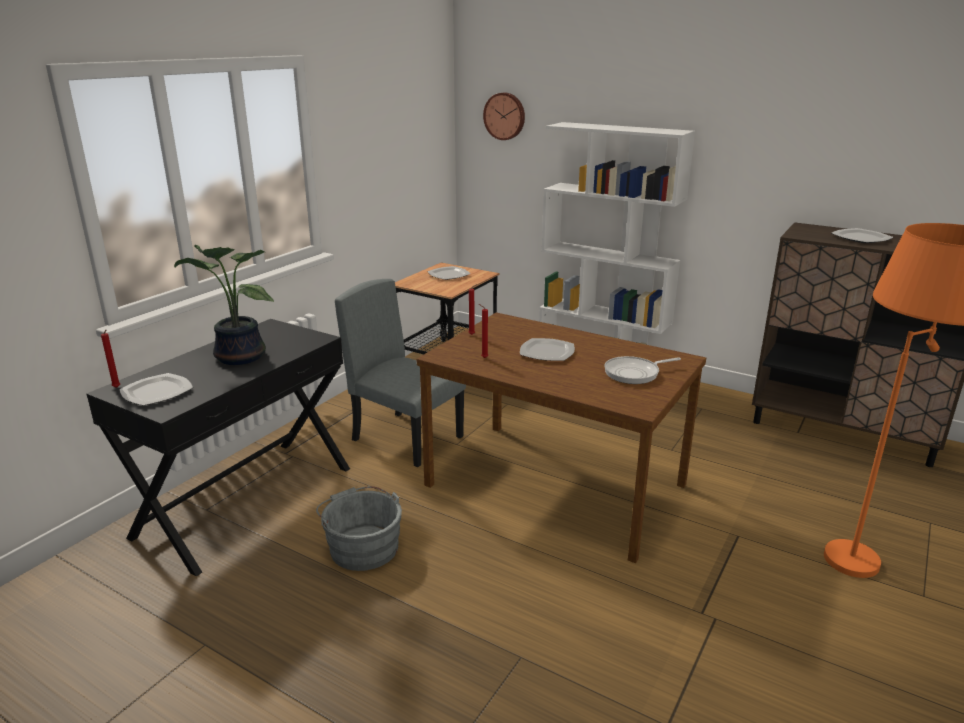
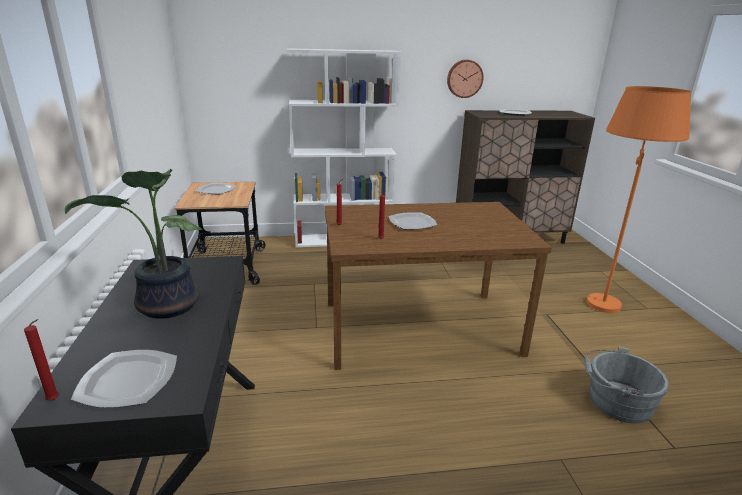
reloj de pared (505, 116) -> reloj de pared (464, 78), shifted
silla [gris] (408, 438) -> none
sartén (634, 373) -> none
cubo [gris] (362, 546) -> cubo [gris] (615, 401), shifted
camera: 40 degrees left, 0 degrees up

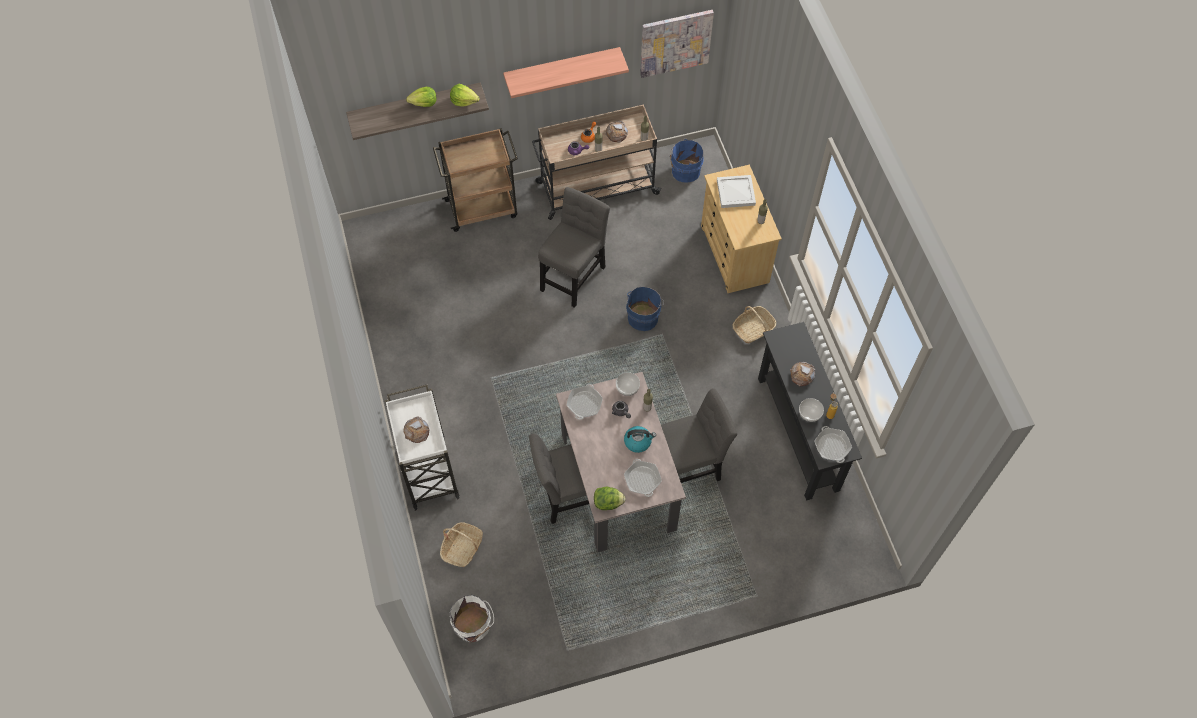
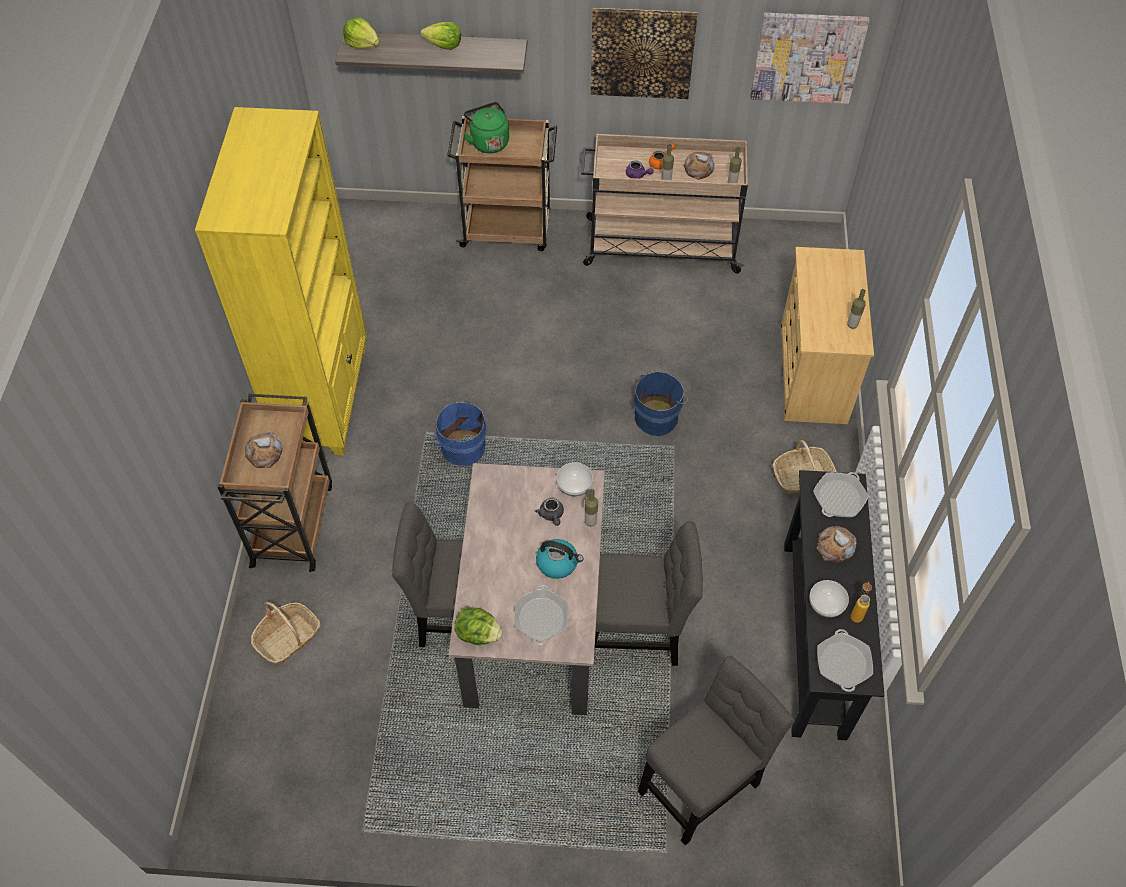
estante (562, 69) -> cuadro (642, 52)
lechuga (464, 101) -> lechuga (362, 43), shifted
cubo [azul] (684, 171) -> cubo [azul] (461, 447), shifted
bandeja [blanco] (736, 193) -> none
silla [gris] (574, 275) -> silla [gris] (703, 782), shifted
sartén (584, 404) -> sartén (839, 498), shifted
carrito [blanco] (428, 470) -> carrito [marrón] (293, 522)
cubo [blanco] (473, 626) -> none
none -> hervidor [verde] (488, 141)
none -> estantería [amarillo] (324, 396)
camera: 20 degrees right, 5 degrees down

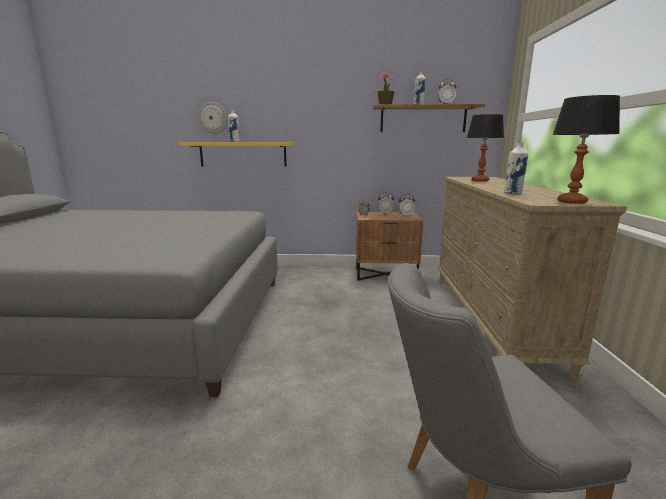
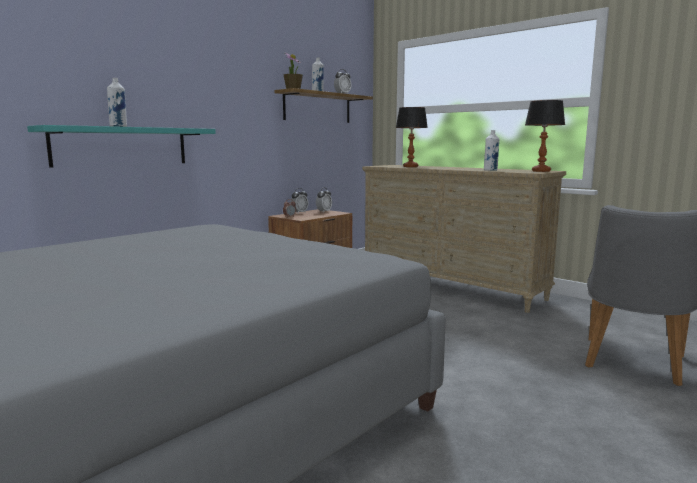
reloj de pared (213, 118) -> none
estante [amarillo] (243, 154) -> estante [turquesa] (121, 146)
camera: 50 degrees left, 5 degrees down

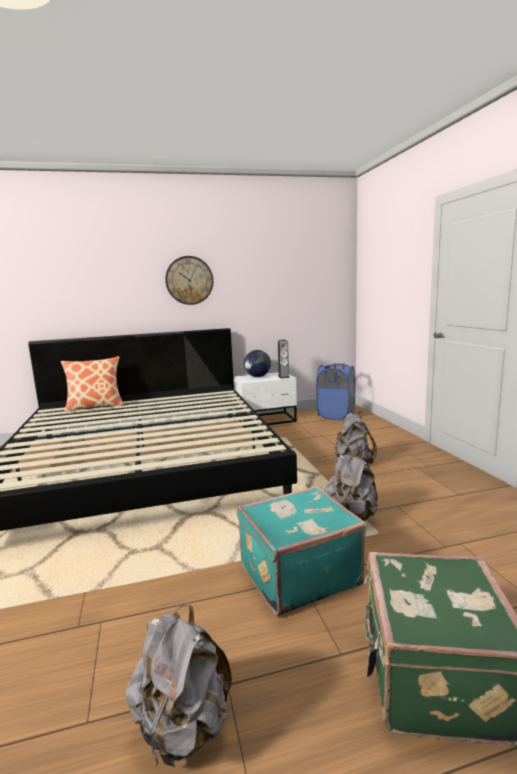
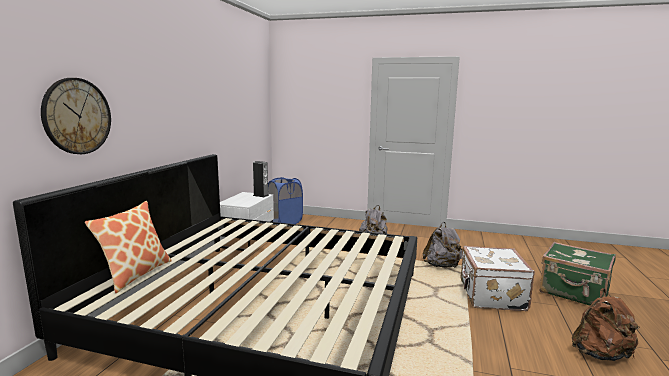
reloj de pared (189, 280) -> reloj de pared (77, 116), shifted
globo terráqueo (258, 376) -> none
maleta [turquesa] (297, 574) -> maleta [blanco] (490, 296)
mochila [gris] (183, 728) -> mochila [marrón] (600, 354)
camera: 60 degrees left, 0 degrees up

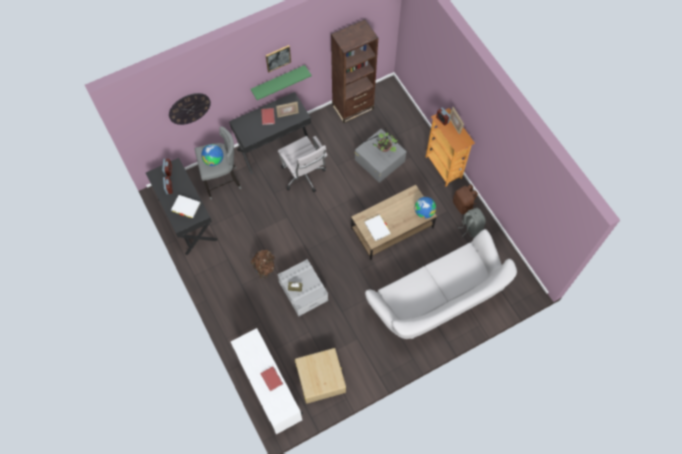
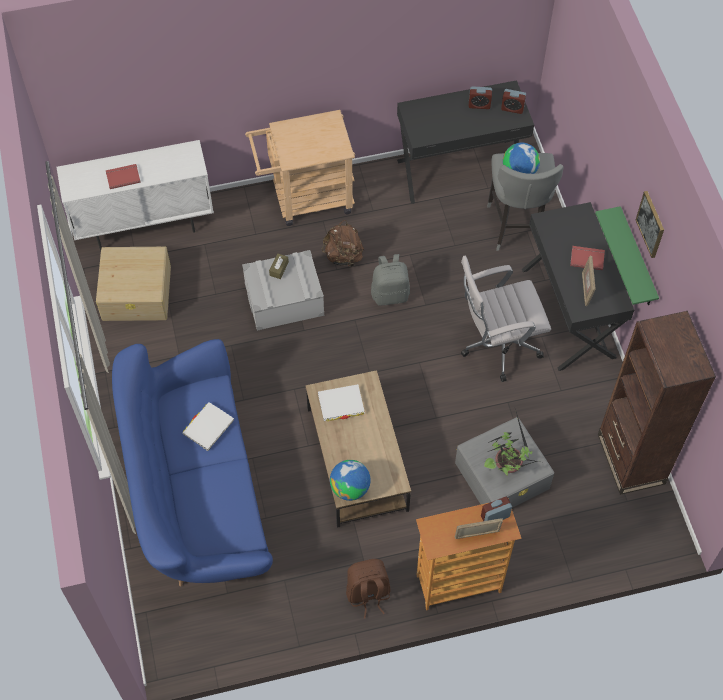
reloj de pared (189, 108) -> none
libro [blanco] (186, 207) -> libro [blanco] (208, 427), shifted
mochila [gris] (470, 228) -> mochila [gris] (390, 294), shifted
sofá [blanco] (437, 301) -> sofá [azul] (197, 492)
none -> carrito [beis] (305, 199)
camera: 105 degrees right, 5 degrees down

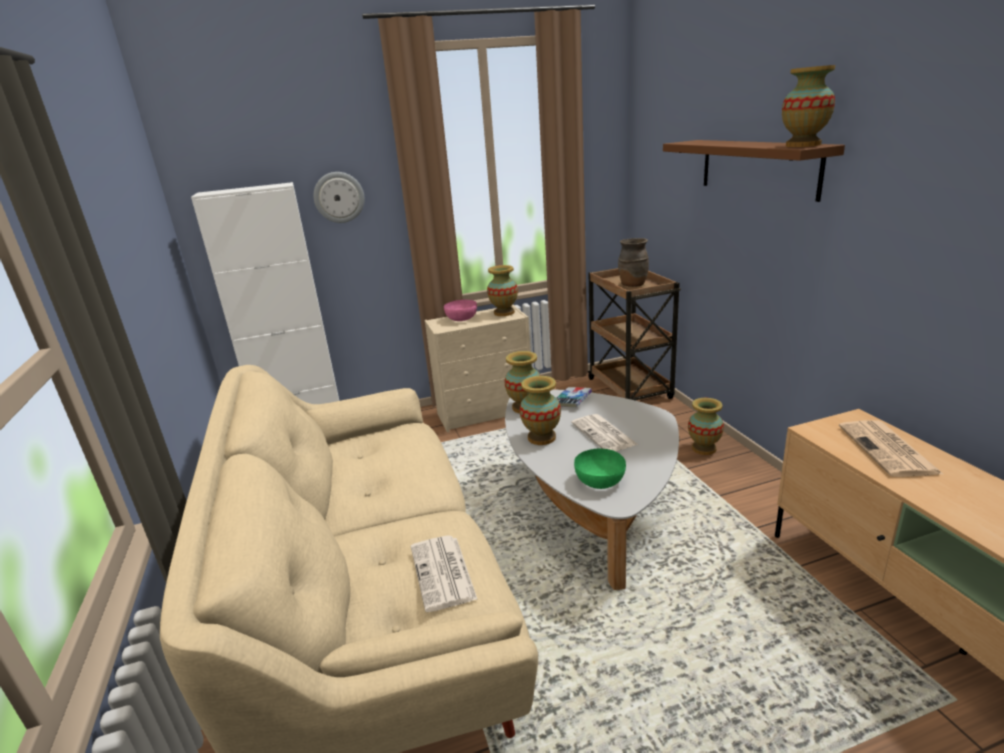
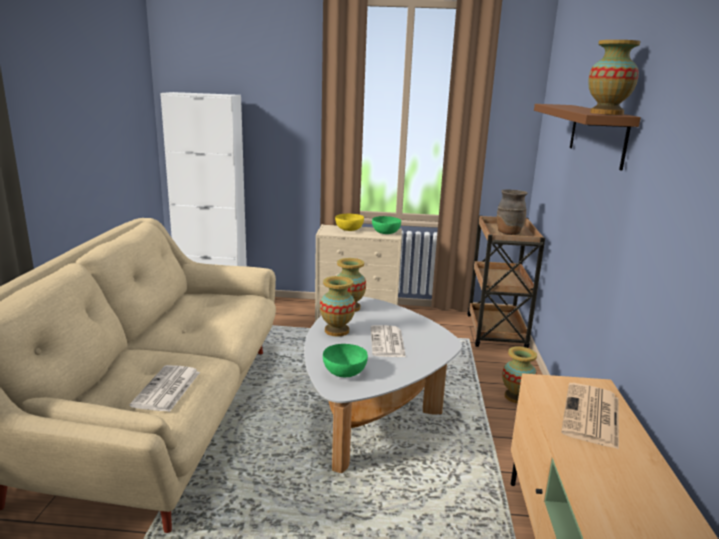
reloj de pared (339, 197) -> none
florero (504, 313) -> cuenco [verde] (386, 232)
cuenco [rosa] (462, 319) -> cuenco [amarillo] (349, 229)
libro (572, 401) -> none
camera: 20 degrees right, 5 degrees down

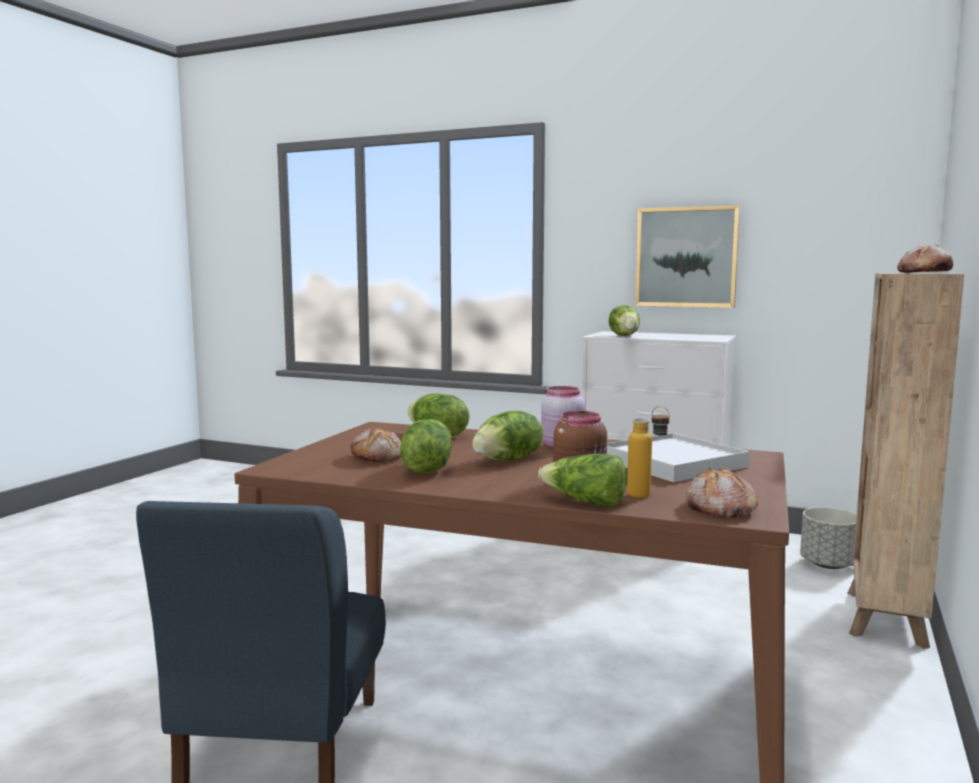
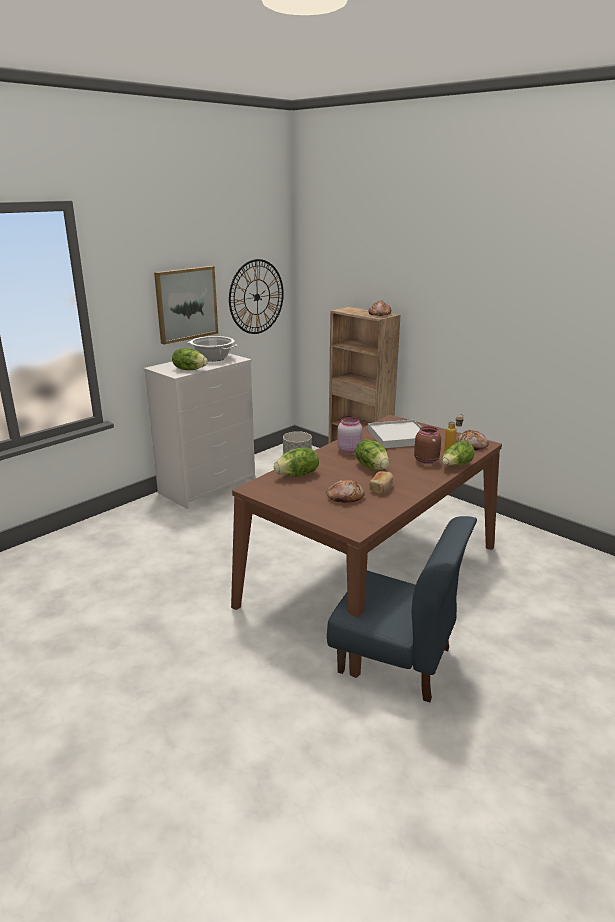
lechuga (426, 469) -> pan (381, 488)
none -> reloj de pared (256, 297)
none -> olla (213, 358)
camera: 70 degrees left, 15 degrees up

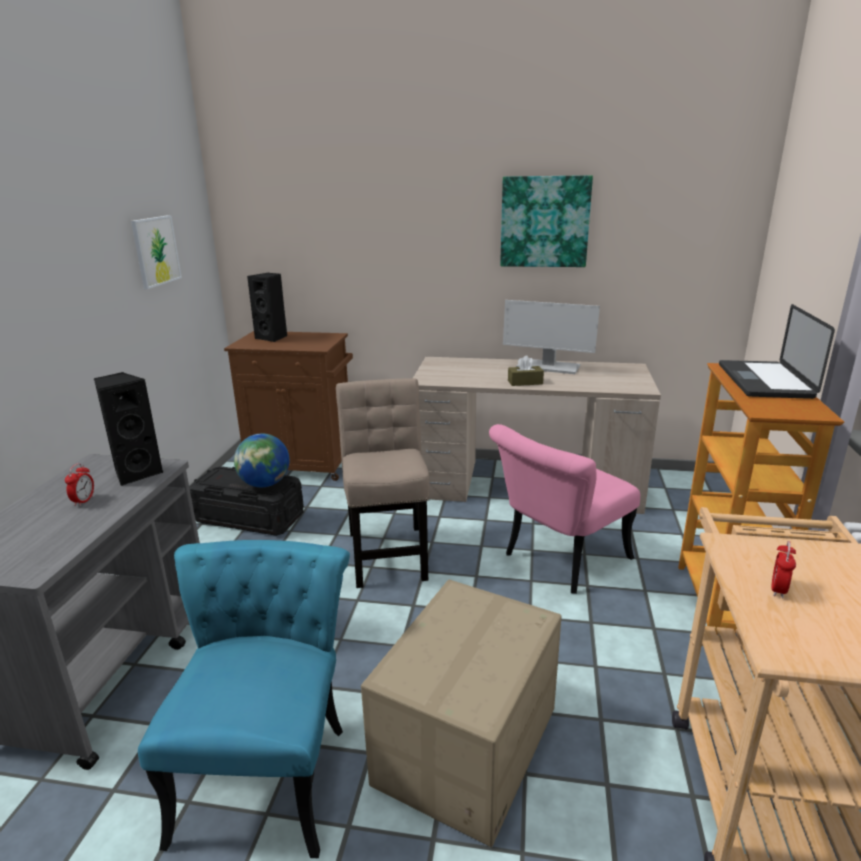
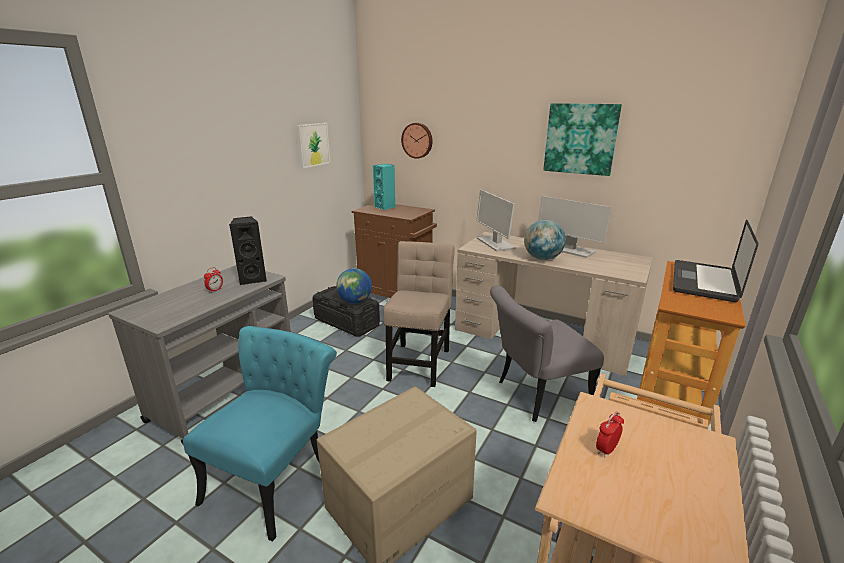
altavoz [negro] (272, 337) -> altavoz [turquesa] (385, 207)
caja de pañuelos [marrón] (525, 382) -> globo terráqueo (542, 258)
silla [rosa] (558, 561) -> silla [gris] (535, 395)
none -> reloj de pared (417, 140)
none -> monitor (494, 243)
camera: 20 degrees right, 0 degrees up

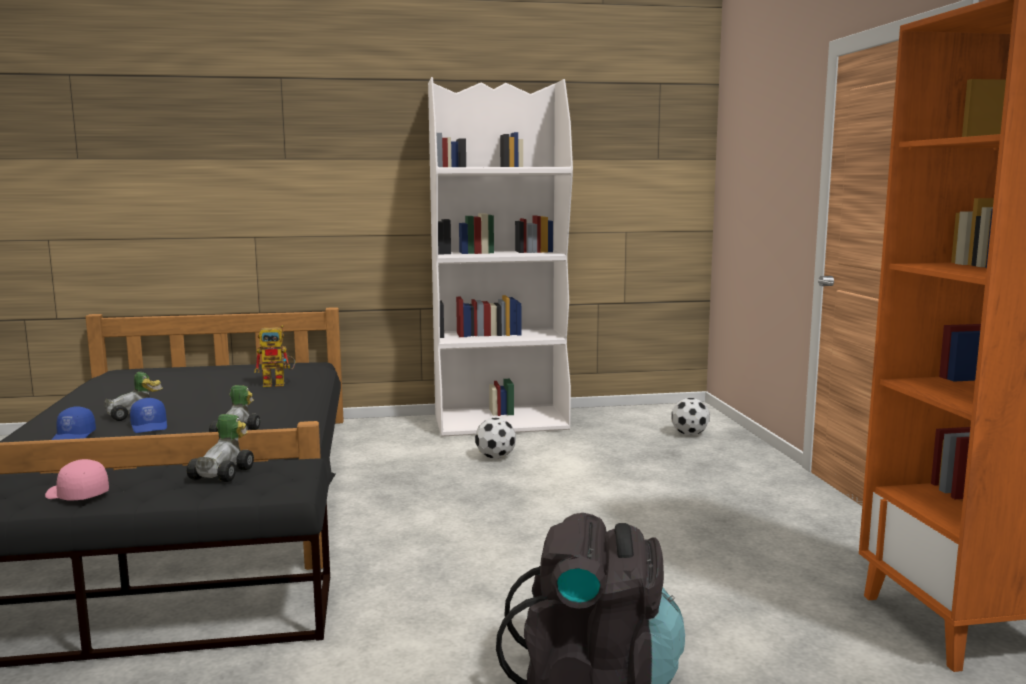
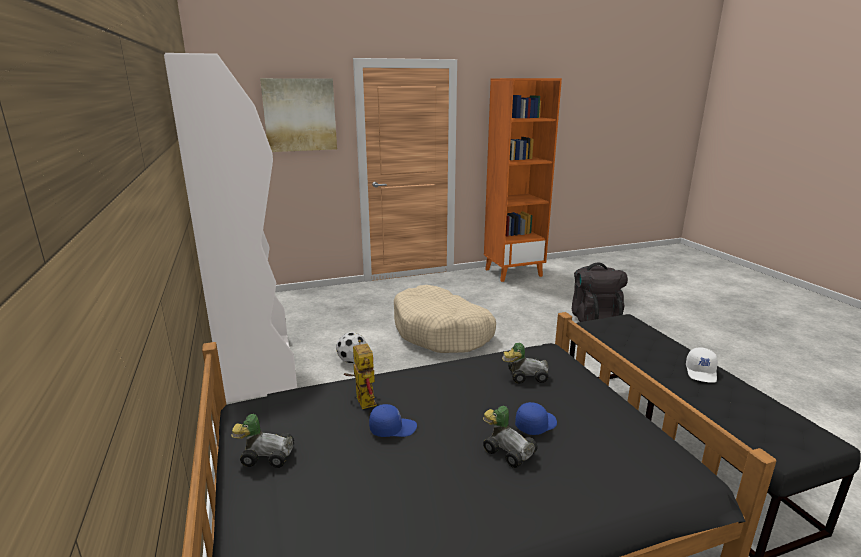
balón de fútbol (690, 434) -> none
gorra [azul] (73, 437) -> gorra [azul] (392, 428), shifted
coche de juguete (225, 473) -> coche de juguete (266, 455), shifted
gorra [rosa] (76, 495) -> gorra [blanco] (701, 372)
none -> cuadro (299, 115)
none -> cama para perro [beis] (442, 332)
camera: 100 degrees left, 10 degrees up

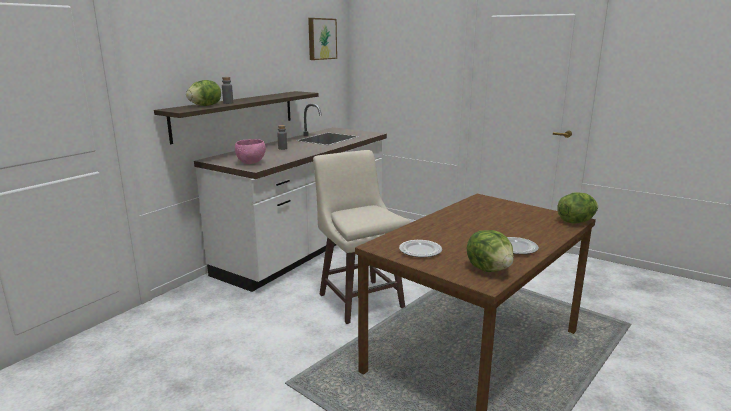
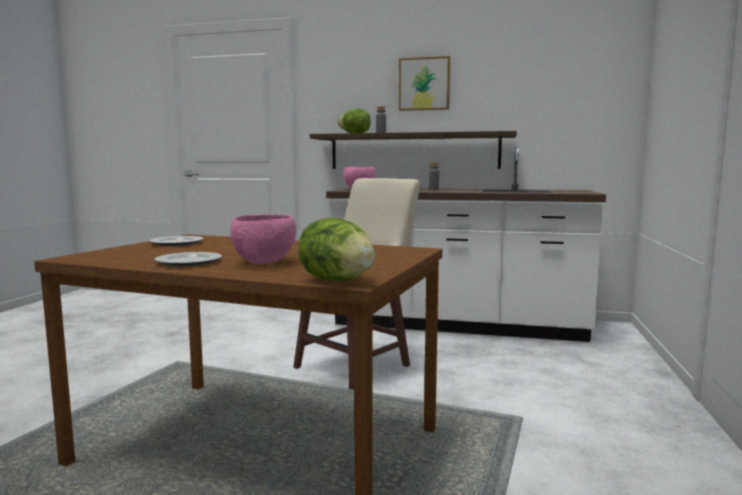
cuadro (321, 39) -> cuadro (424, 84), shifted
lechuga (489, 269) -> none
none -> cuenco [rosa] (265, 262)
camera: 70 degrees right, 10 degrees down

